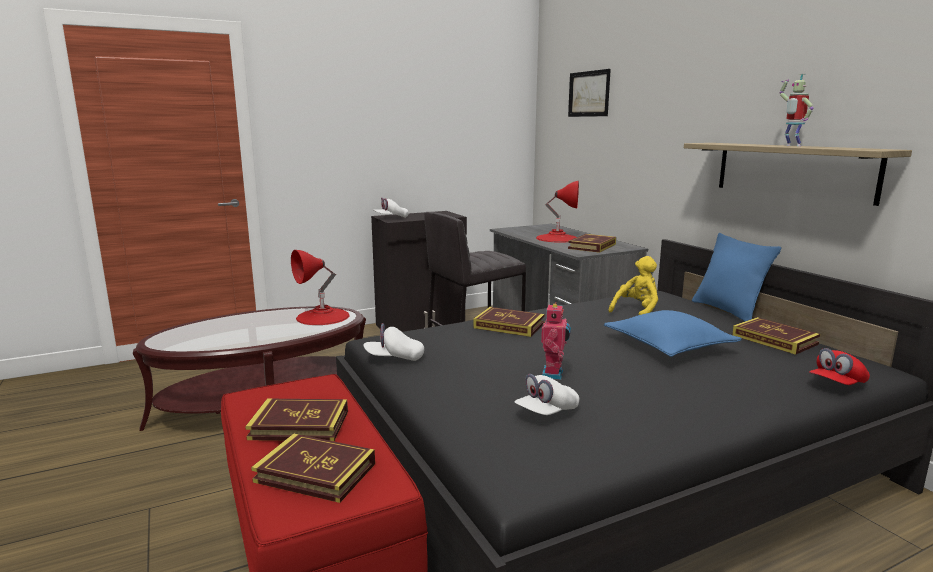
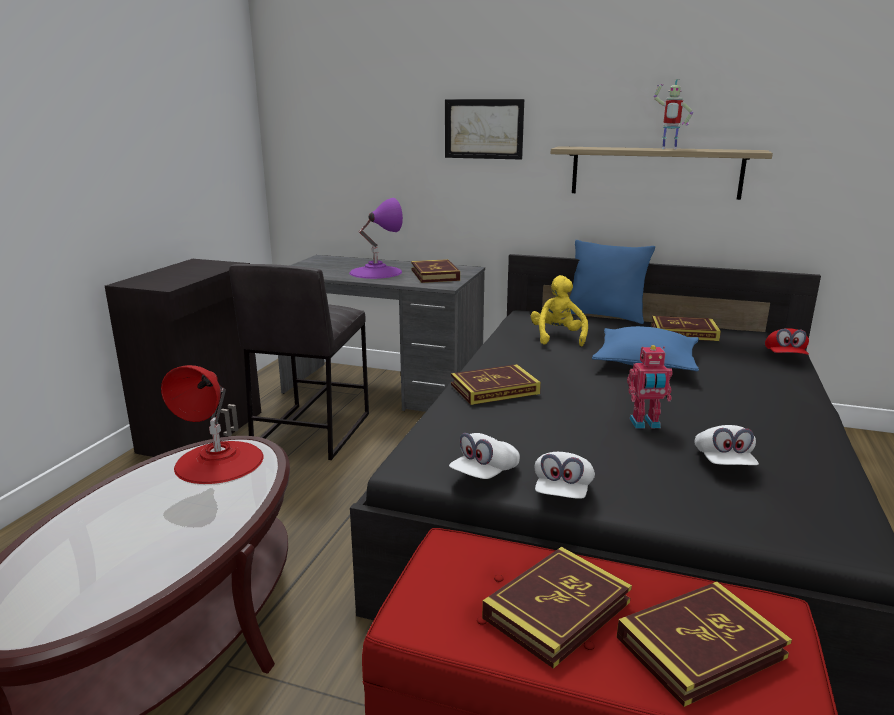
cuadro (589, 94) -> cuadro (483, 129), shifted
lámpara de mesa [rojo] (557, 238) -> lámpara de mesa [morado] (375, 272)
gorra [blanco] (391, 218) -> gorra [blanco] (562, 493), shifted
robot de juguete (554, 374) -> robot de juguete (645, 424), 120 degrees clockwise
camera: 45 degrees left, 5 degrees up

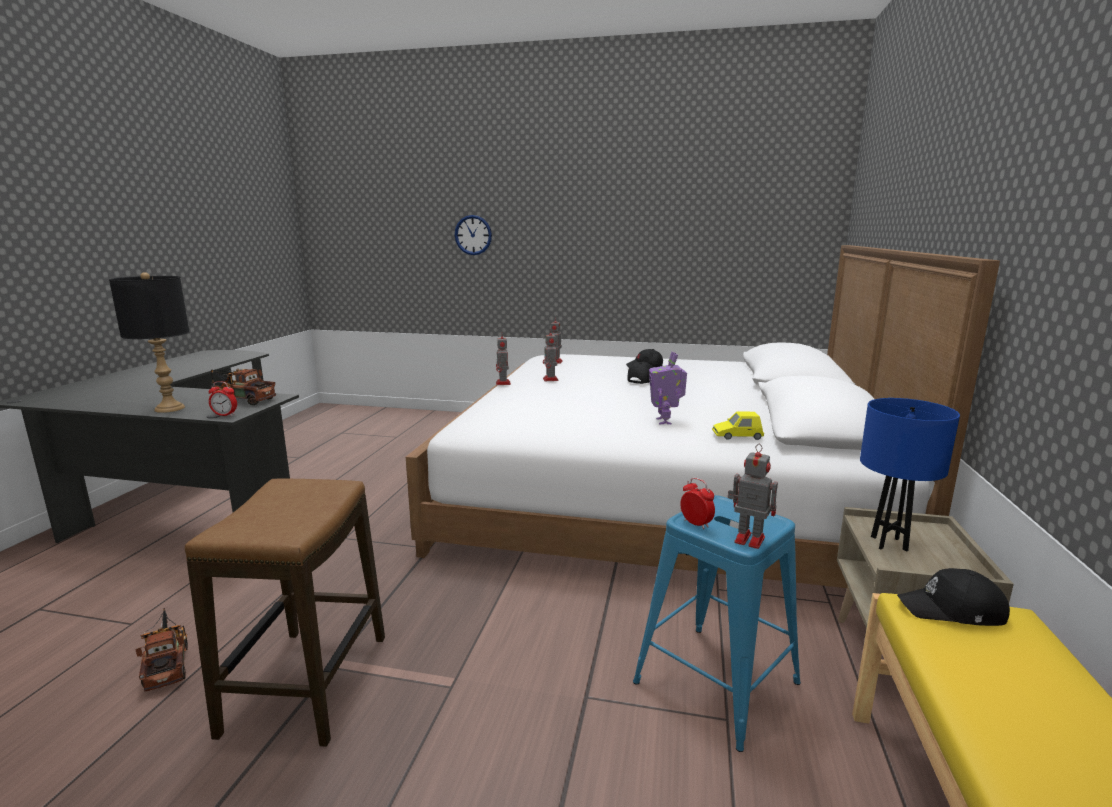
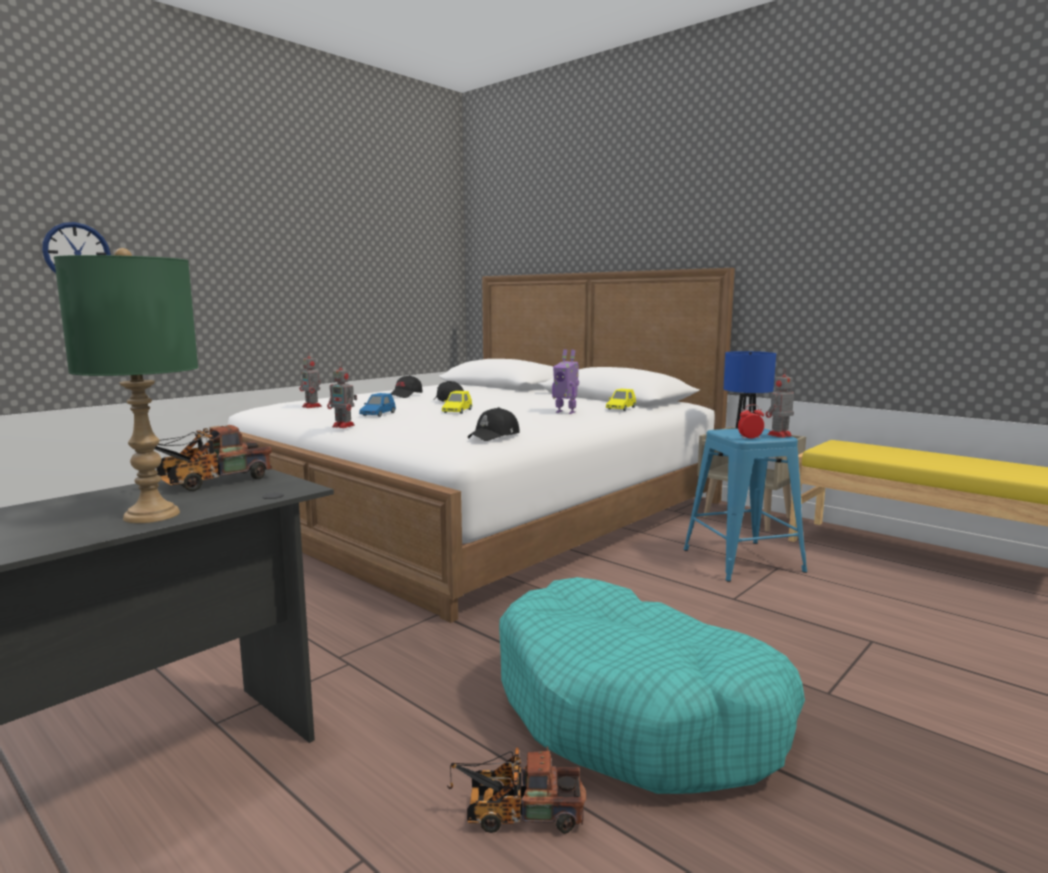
lámpara de mesa [negro] (169, 408) -> lámpara de mesa [verde] (150, 515)
robot de juguete (550, 380) -> coche de juguete [azul] (378, 414)
despertador (225, 415) -> none
taburete (308, 683) -> cama para perro [turquesa] (637, 711)
gorra [negro] (953, 610) -> gorra [negro] (494, 436), shifted
none -> coche de juguete [amarillo] (457, 411)
camera: 60 degrees left, 5 degrees down

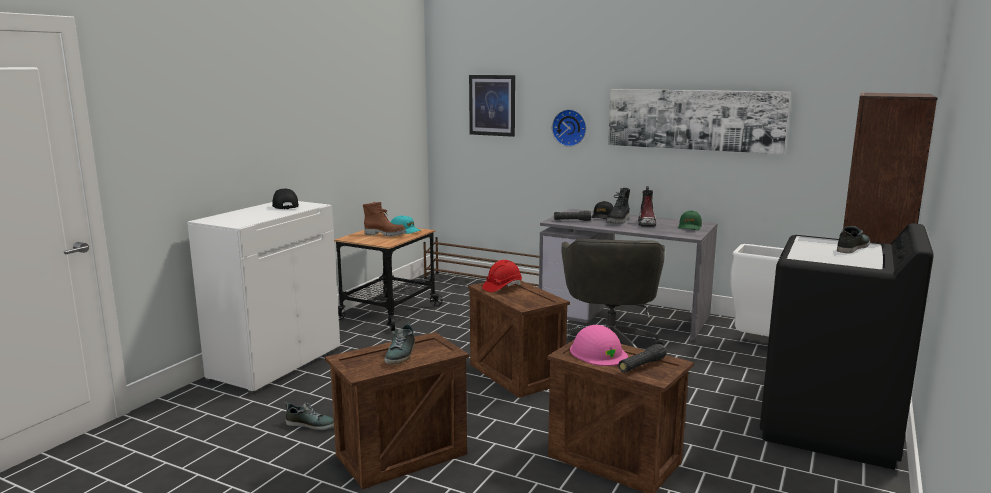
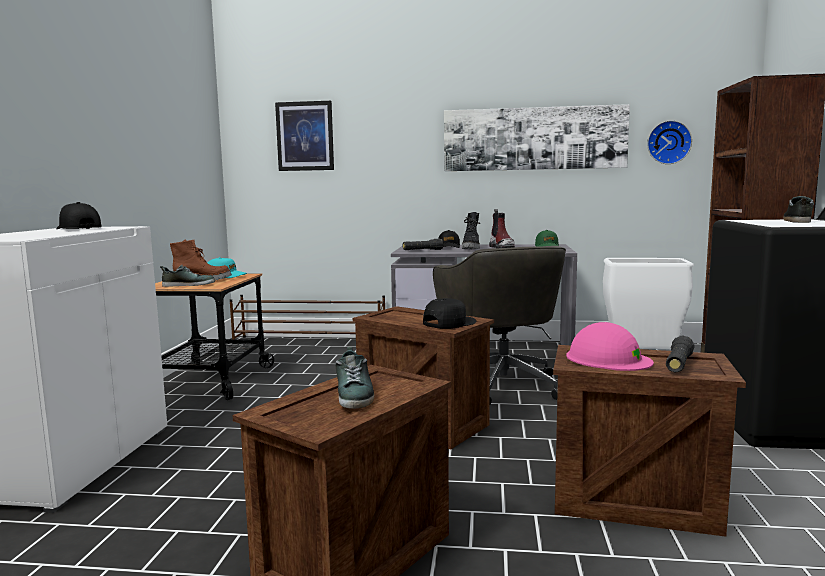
reloj de pared (570, 127) -> reloj de pared (668, 142), shifted
casco [rojo] (502, 287) -> none
zapato (311, 424) -> zapato (188, 285), shifted
none -> gorra [negro] (448, 322)
camera: 20 degrees left, 5 degrees down

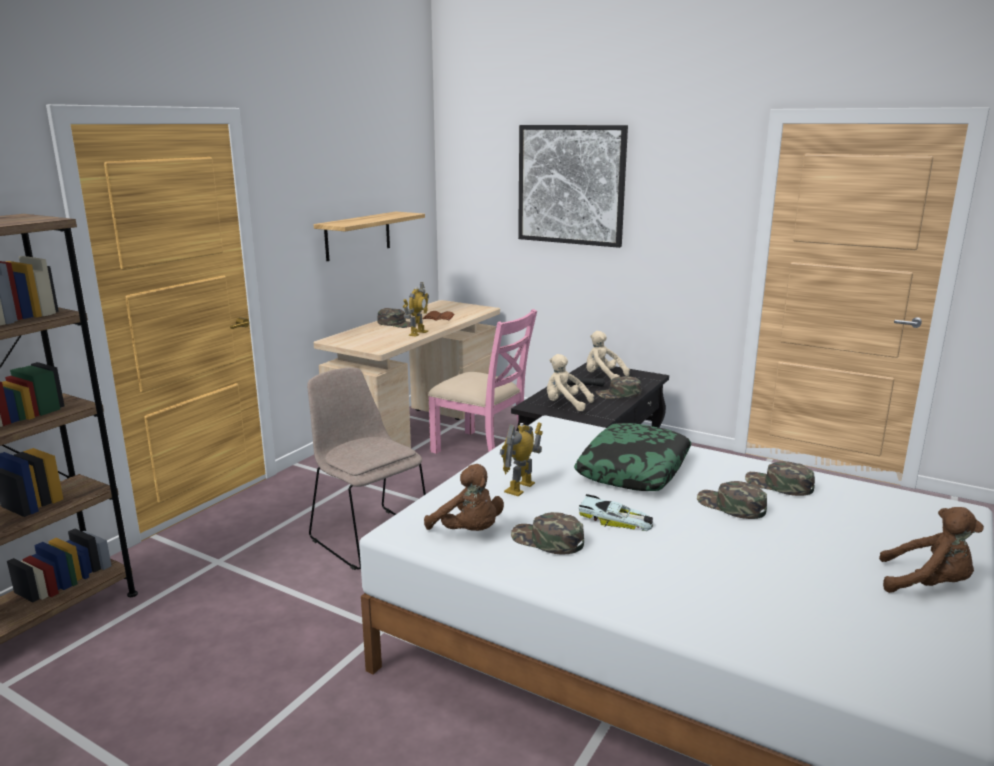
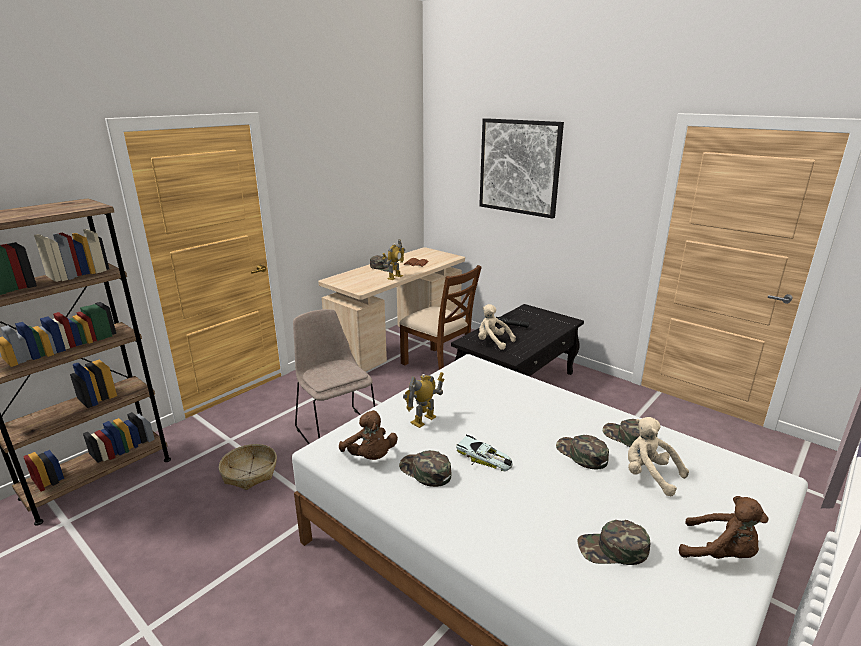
estante (358, 235) -> none
silla [rosa] (482, 449) -> silla [marrón] (438, 365)
peluche [beis] (603, 377) -> peluche [beis] (649, 475), shifted
gorra [verde] (618, 394) -> gorra [verde] (612, 549), shifted
cojín (634, 469) -> none
none -> cesta (250, 473)
camera: 10 degrees right, 5 degrees up

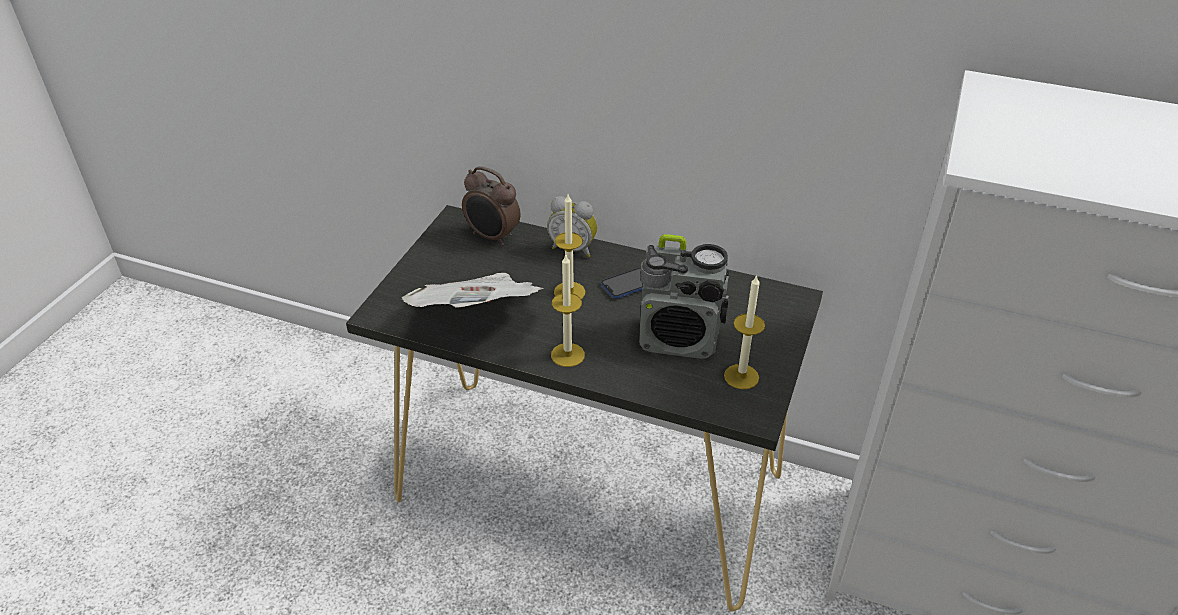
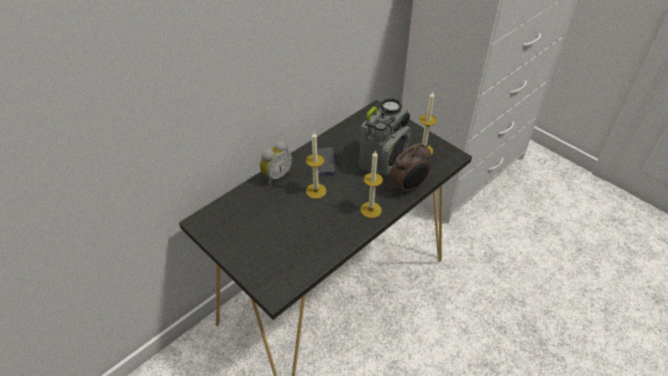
despertador (492, 237) -> despertador (408, 188), shifted
periódico (478, 318) -> none
camera: 65 degrees left, 5 degrees up

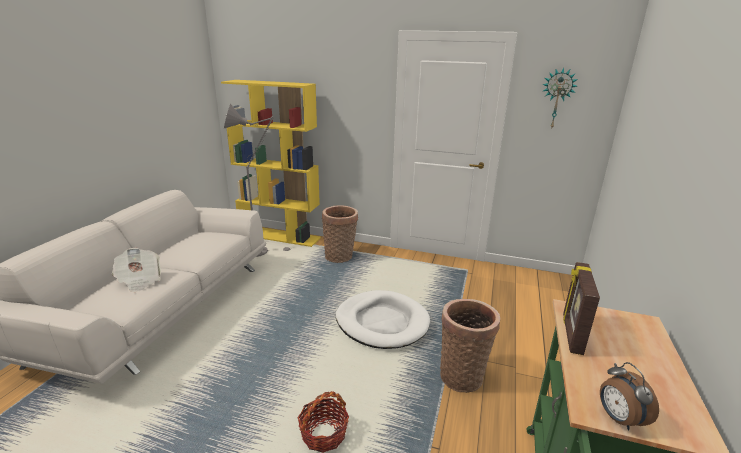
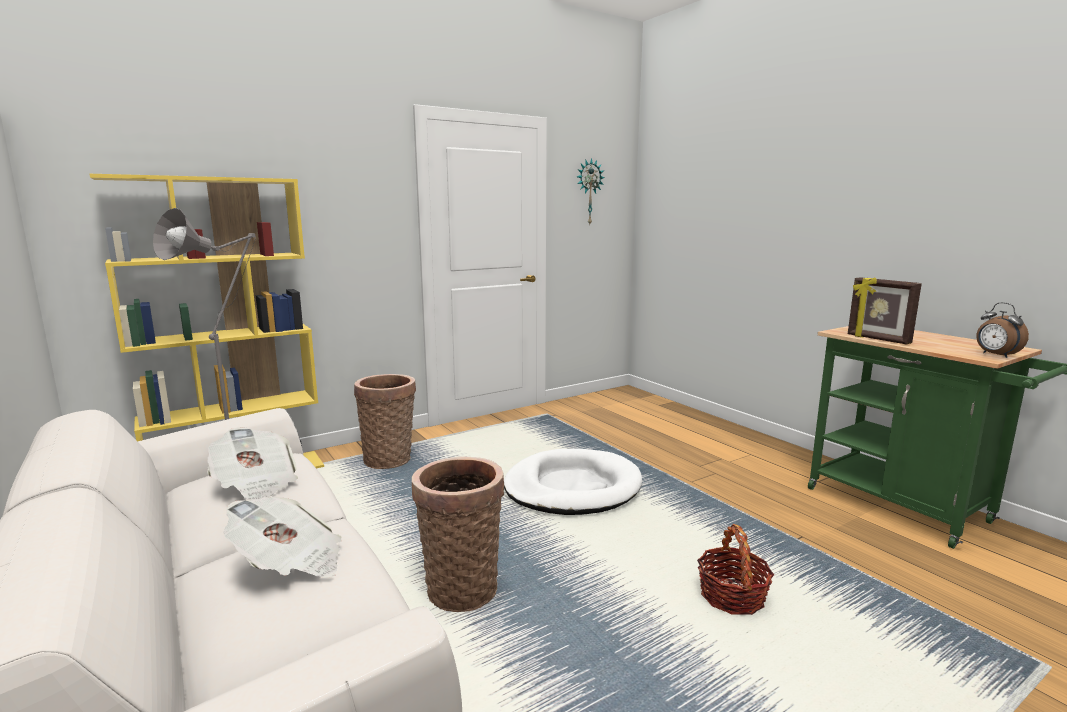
cesta (462, 375) -> cesta (461, 586), shifted
despertador (618, 418) -> despertador (995, 355), 45 degrees clockwise
none -> periódico (256, 484)
camera: 50 degrees left, 10 degrees down

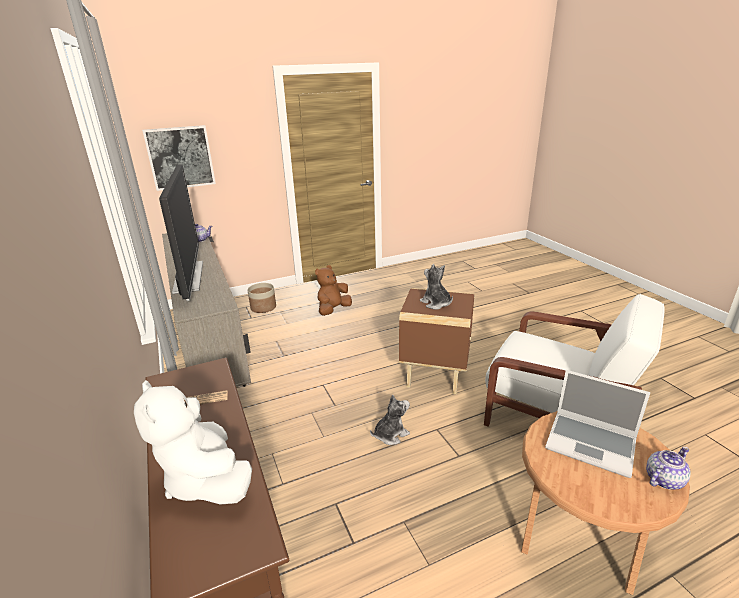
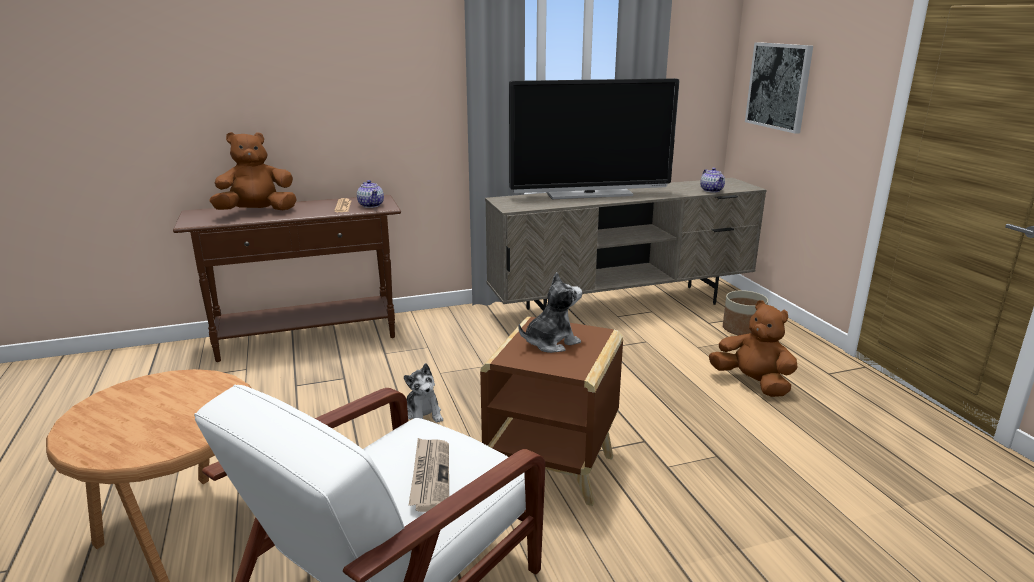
portátil (592, 444) -> none
peluche [blanco] (205, 479) -> peluche [marrón] (257, 212)
tetera (663, 479) -> tetera (371, 205), shifted
none -> periódico (430, 476)
camera: 95 degrees right, 5 degrees down

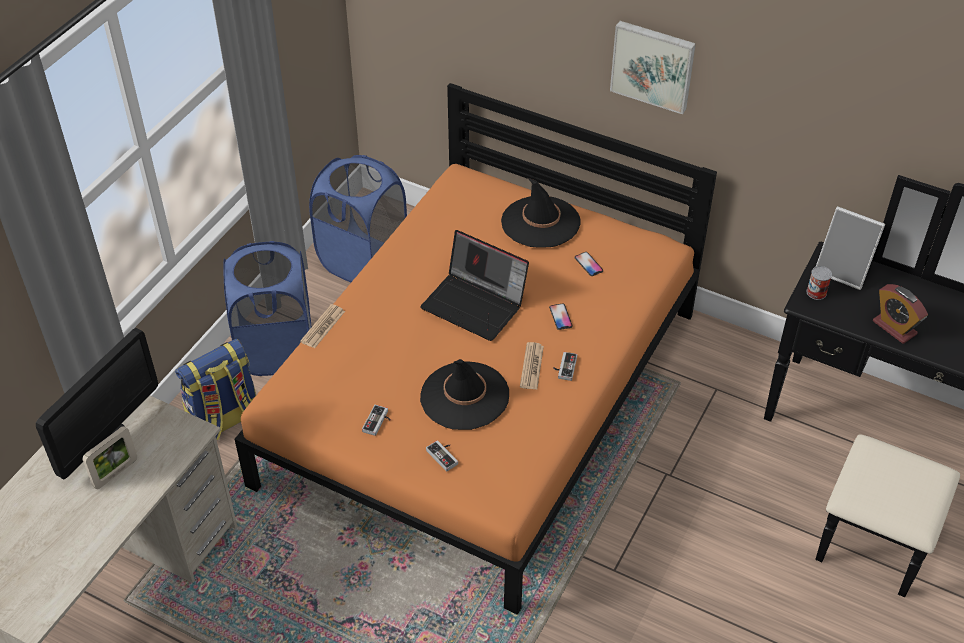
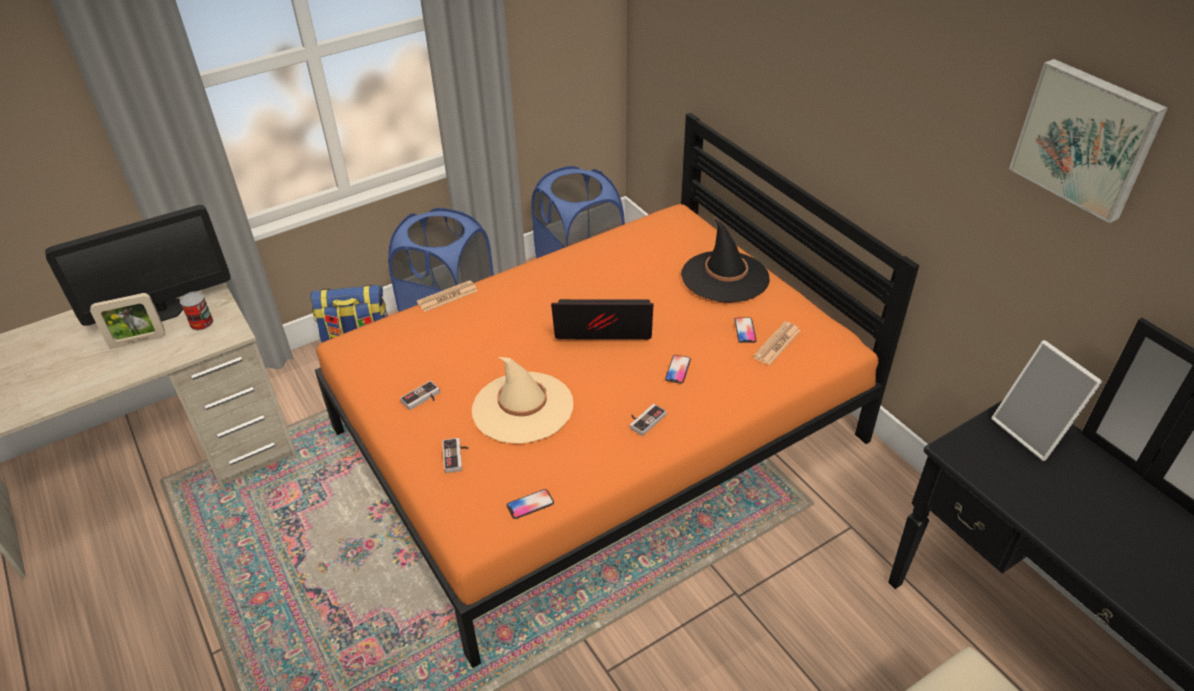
cuadro (653, 65) -> cuadro (1086, 138), shifted
portátil (476, 304) -> portátil (601, 327), 120 degrees clockwise
lata (816, 292) -> lata (201, 323), shifted
despertador (894, 327) -> none
periódico (531, 366) -> periódico (777, 344), shifted
sombrero [negro] (464, 396) -> sombrero [beis] (522, 407)
none -> móvil (530, 504)
camera: 30 degrees right, 5 degrees down

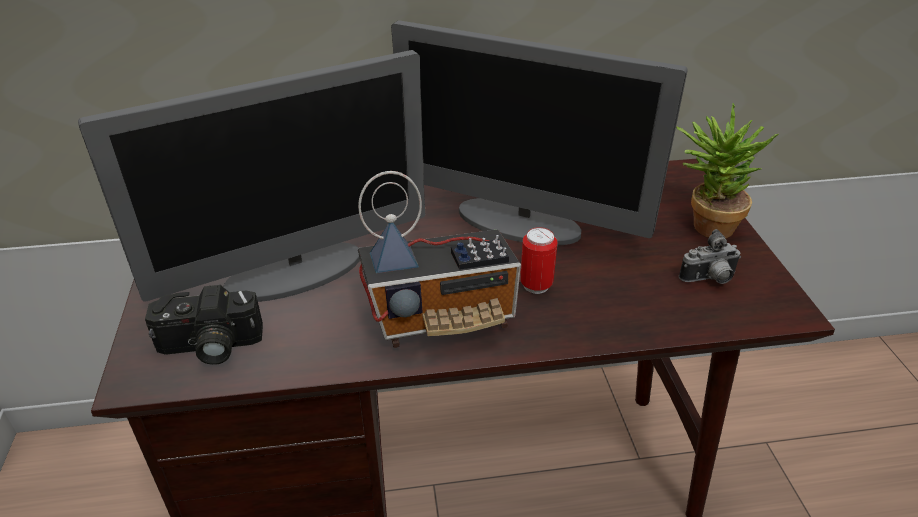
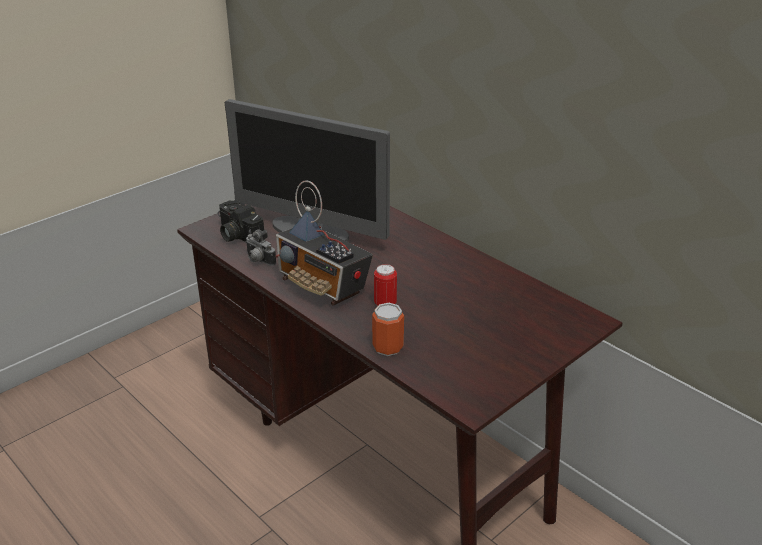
monitor (519, 223) -> none
planta en maceta (704, 225) -> none
cámara (709, 280) -> cámara (258, 260), shifted
none -> lata (388, 347)
camera: 55 degrees right, 5 degrees down

